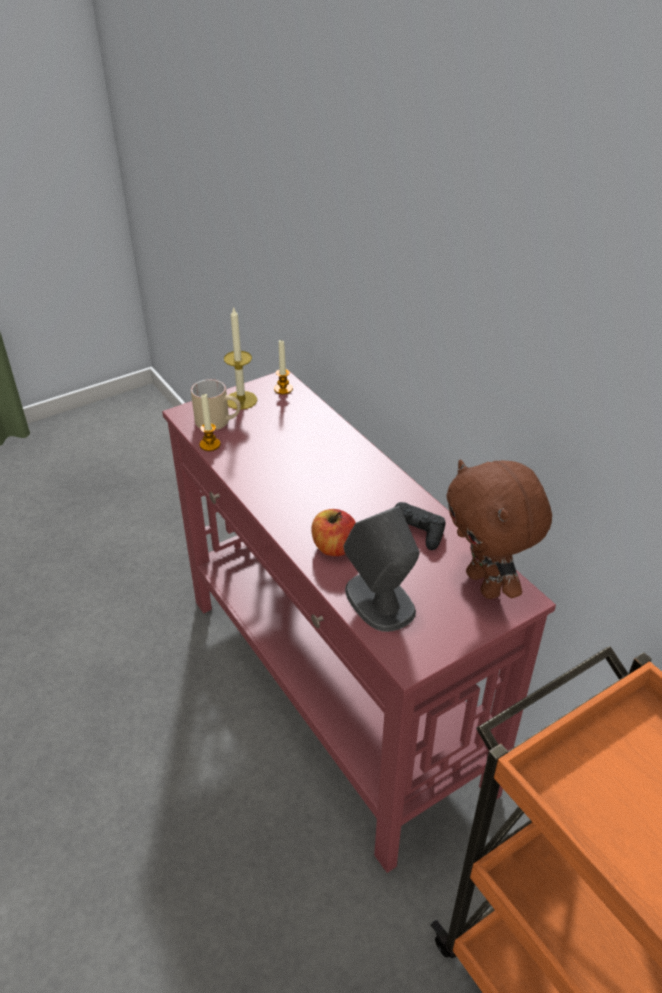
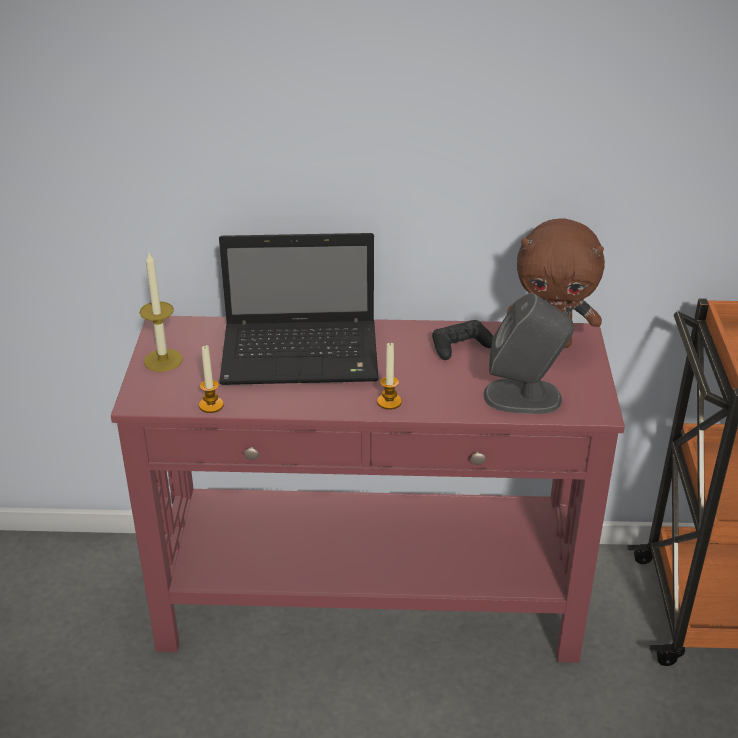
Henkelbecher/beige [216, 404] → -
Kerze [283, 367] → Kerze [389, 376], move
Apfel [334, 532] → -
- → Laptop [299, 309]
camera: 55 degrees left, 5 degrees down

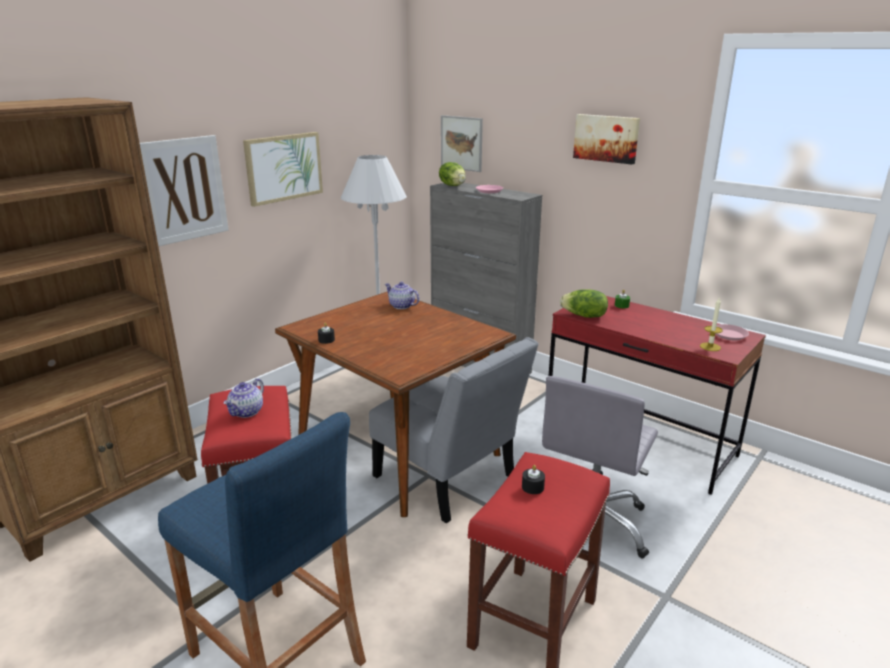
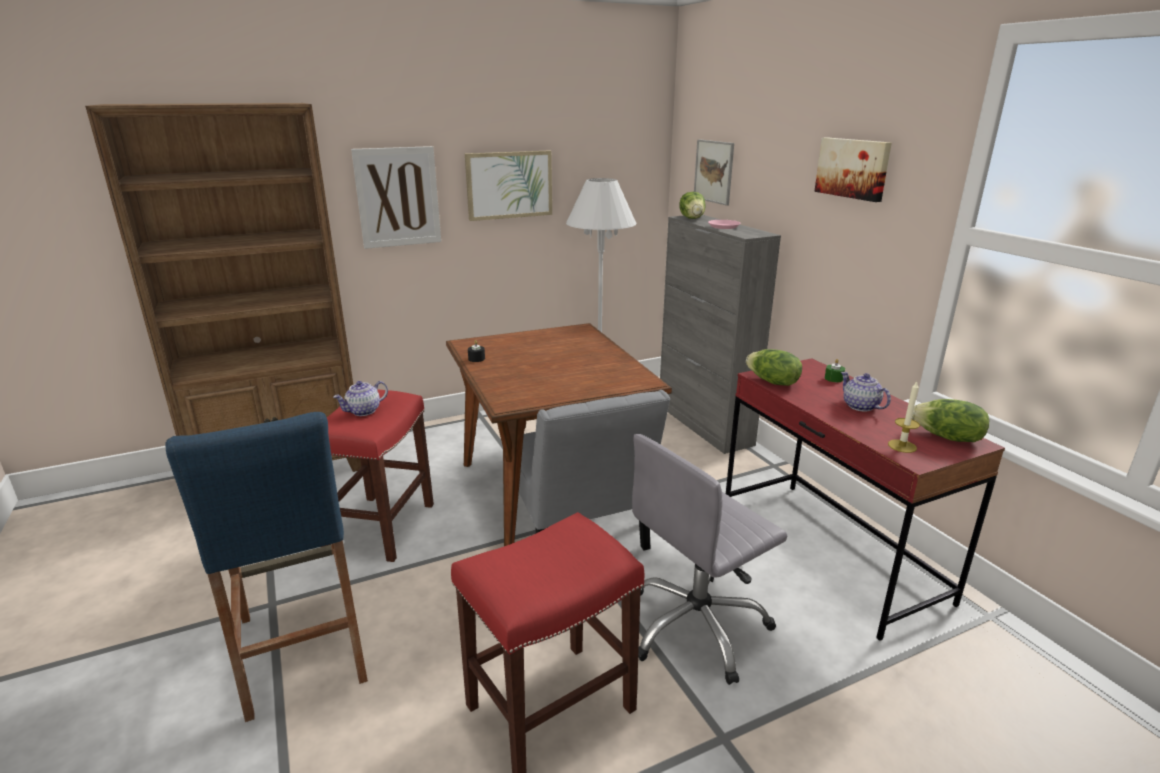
Teekanne [402, 295] → Teekanne [866, 392], move
Kerze/schwarz [533, 479] → -
Teller/rosa [732, 332] → Salatkopf [950, 420]
camera: 25 degrees right, 0 degrees up

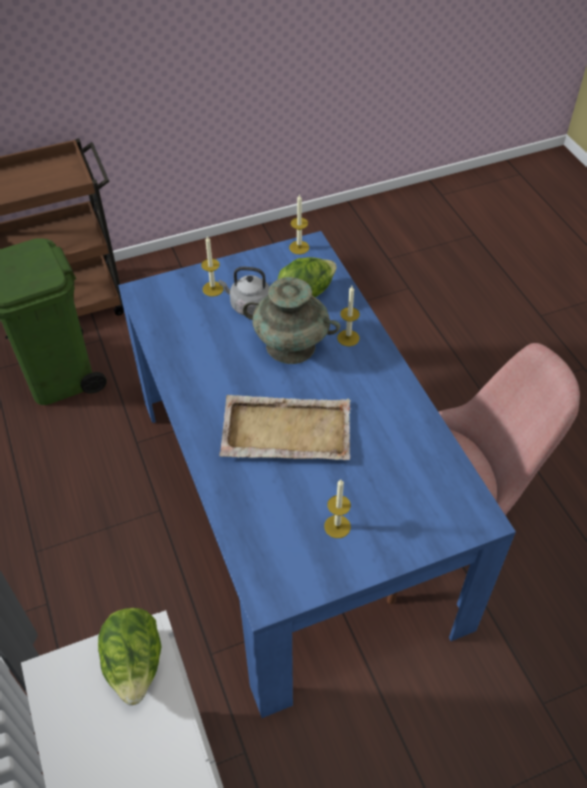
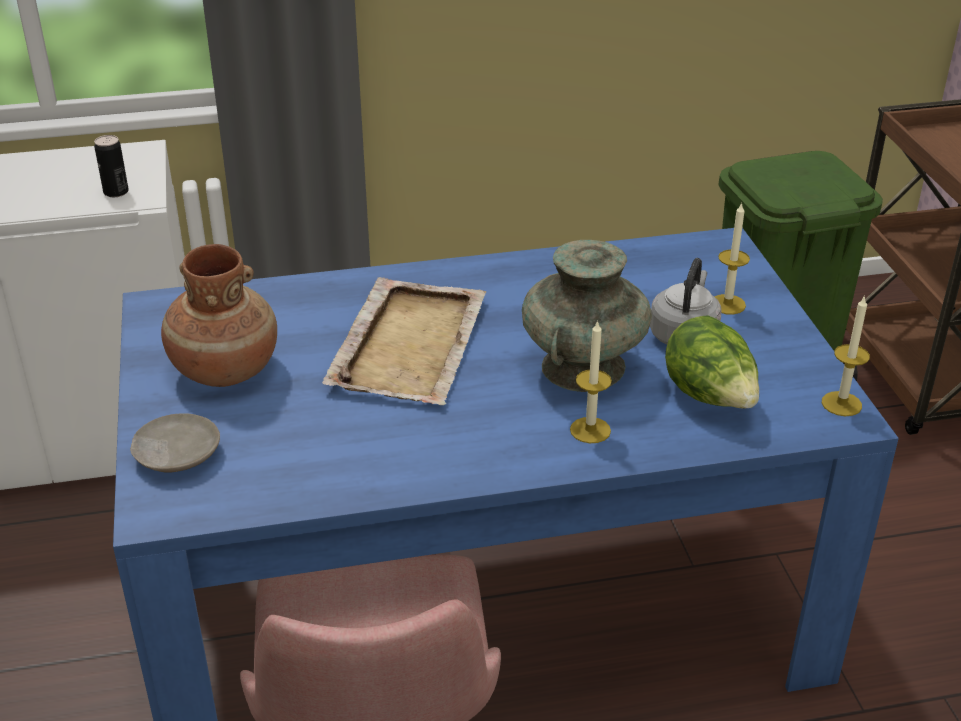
Salatkopf [129, 656] → Dose [111, 166]
Kerze [337, 508] → Vase/braun [219, 315]
- → Teller/beige [175, 443]
camera: 100 degrees right, 15 degrees down

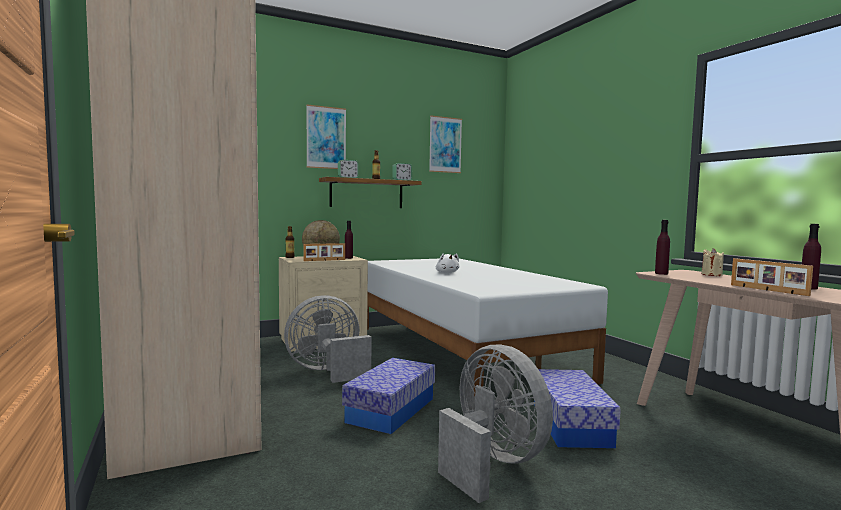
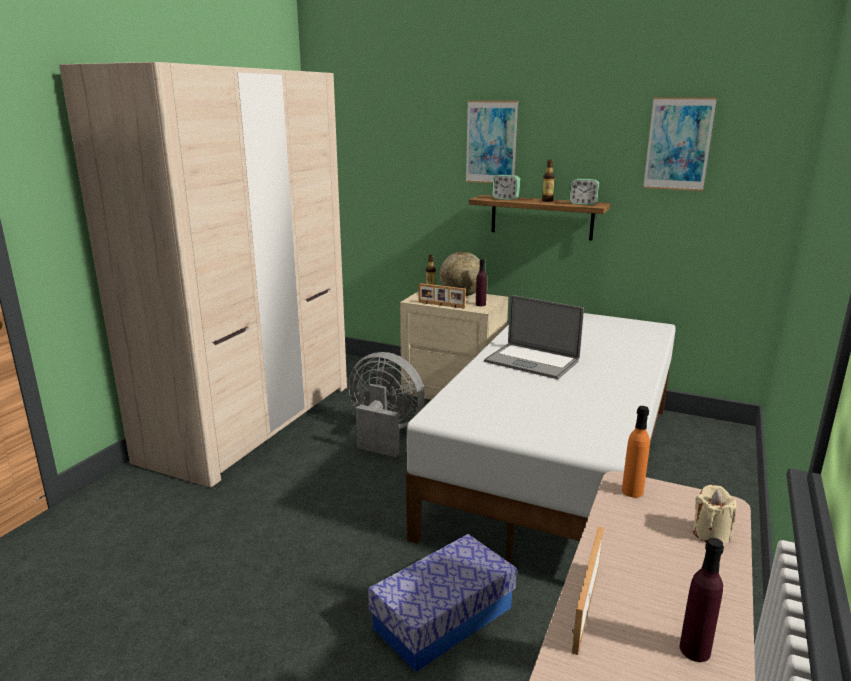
Aufbewahrungsbox [388, 396] → -
Plüschtier/weiß [447, 263] → Laptop [534, 337]
Ventilator/grau [495, 424] → -
Flasche/lila [662, 247] → Flasche/orange [636, 452]
camera: 50 degrees right, 15 degrees up

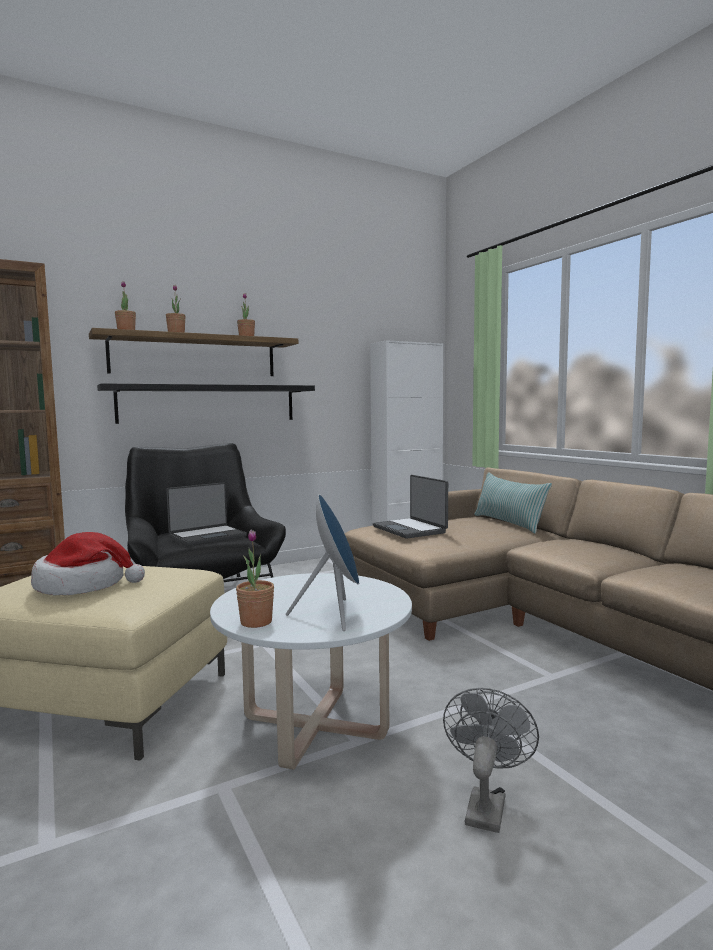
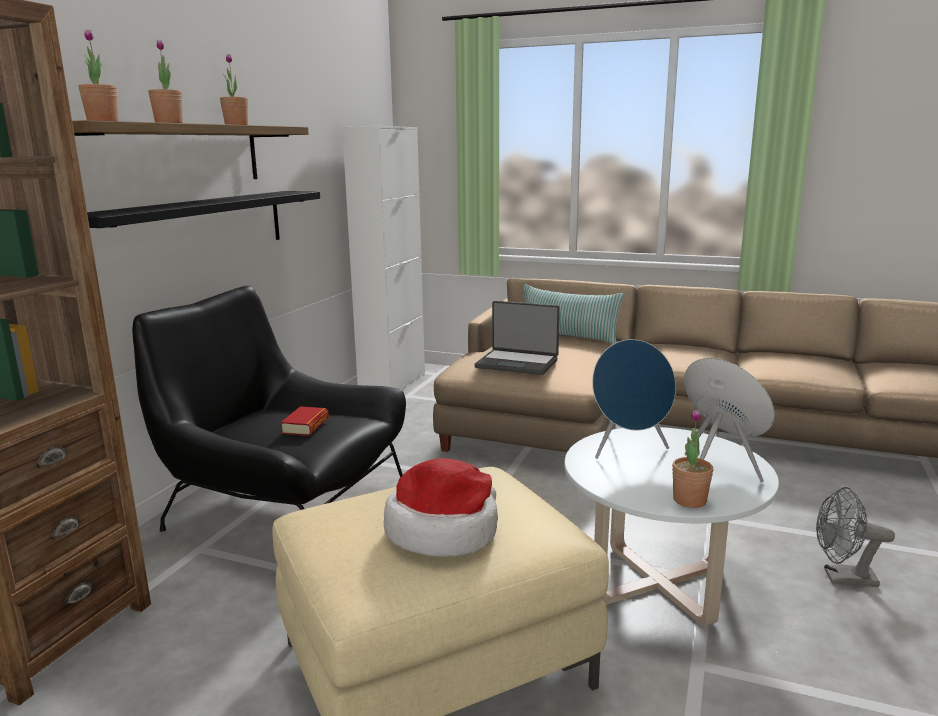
Laptop [206, 514] → Buch [305, 421]
Ventilator/grau [491, 760] → Ventilator/grau [855, 537], 60 degrees counterclockwise
- → Lautsprecher/blau [634, 399]
camera: 40 degrees left, 10 degrees up

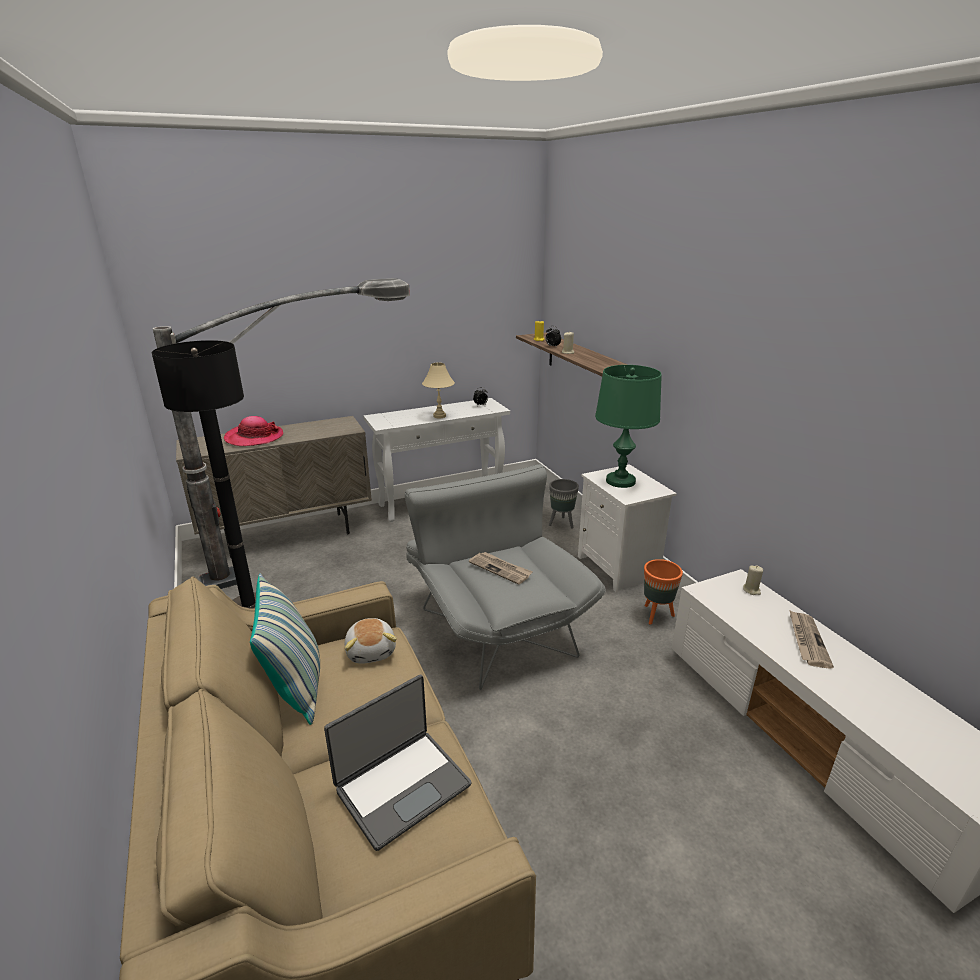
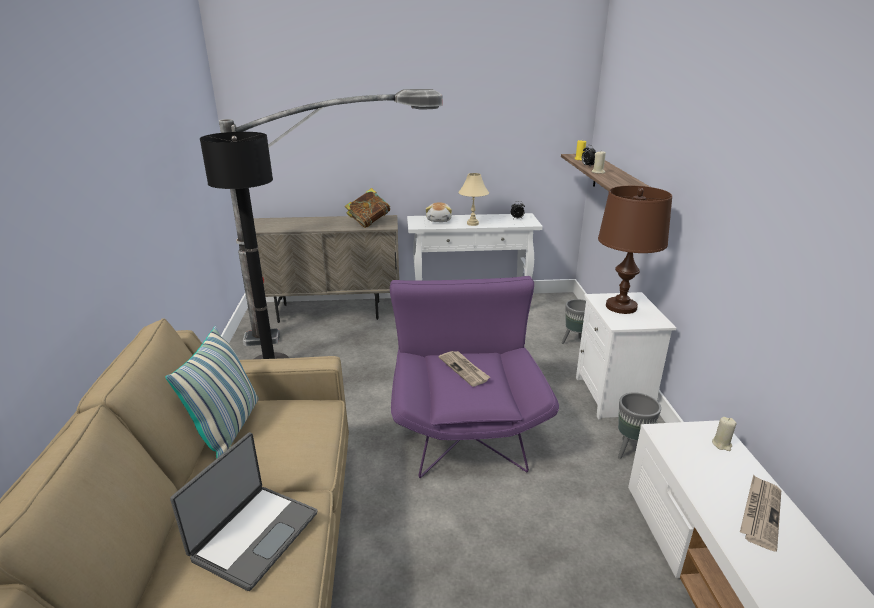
Hut [254, 431] → -
Laptop [398, 762] → Laptop [244, 511], 45 degrees counterclockwise
Plüschtier [371, 641] → Plüschtier [438, 212], move
Sessel/grau [505, 577] → Sessel/lila [474, 377]
Tischlampe/grün [628, 426] → Tischlampe/braun [635, 250]
Pflanzkübel/orange [663, 592] → Pflanzkübel/grau [639, 425]
- → Buch [368, 208]
camera: 20 degrees right, 0 degrees up

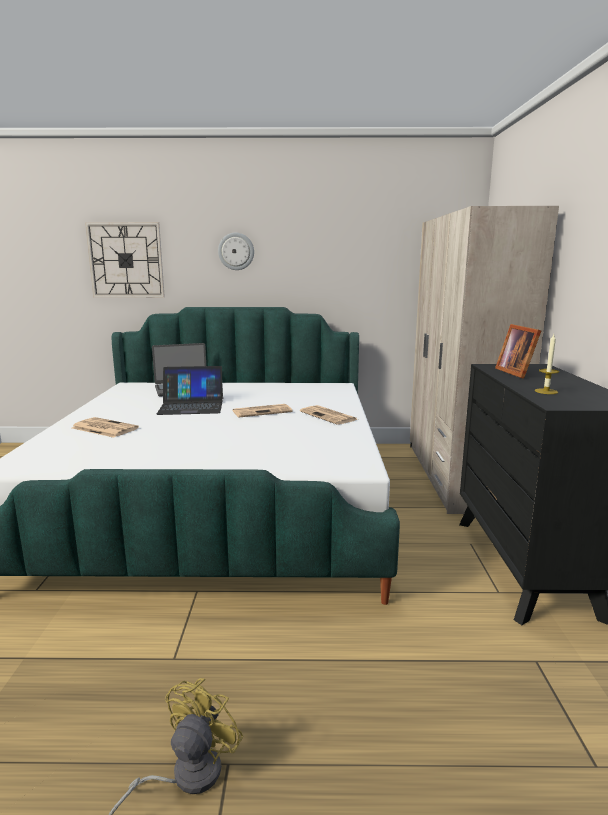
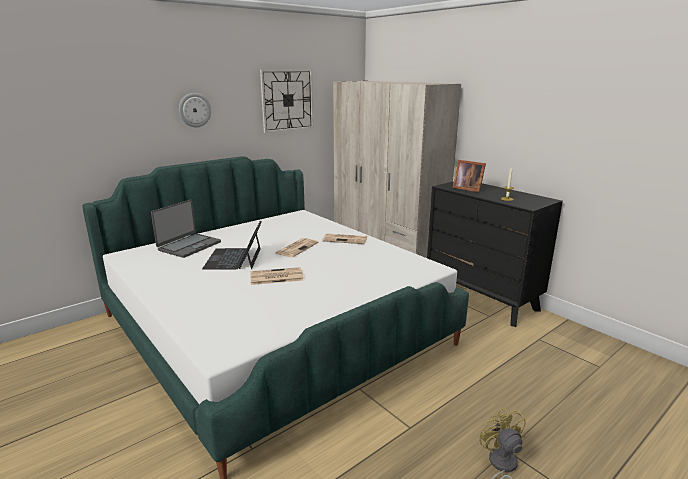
Zeitung [105, 427] → Zeitung [276, 276], move
Wanduhr [125, 259] → Wanduhr [287, 101], move
Laptop [189, 390] → Laptop [232, 245], 135 degrees clockwise
camera: 40 degrees left, 5 degrees up

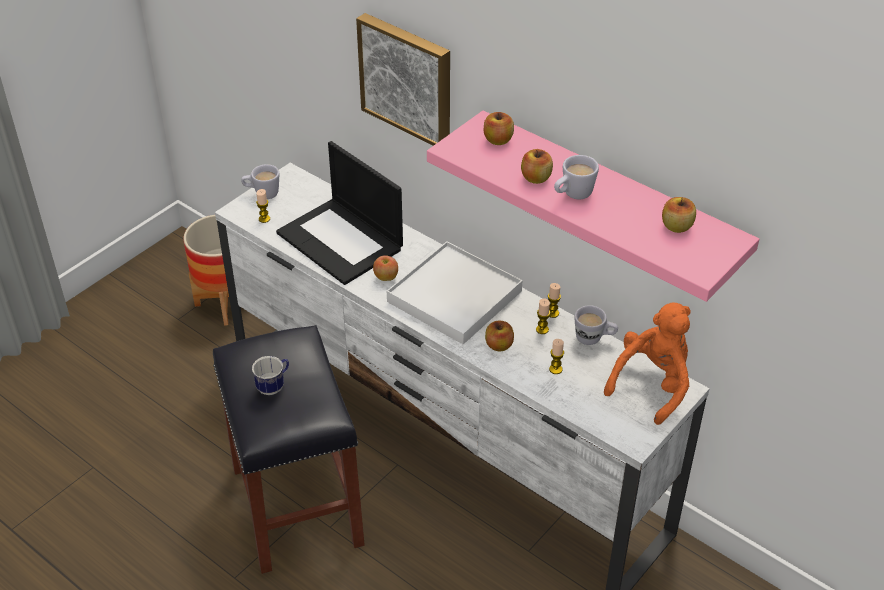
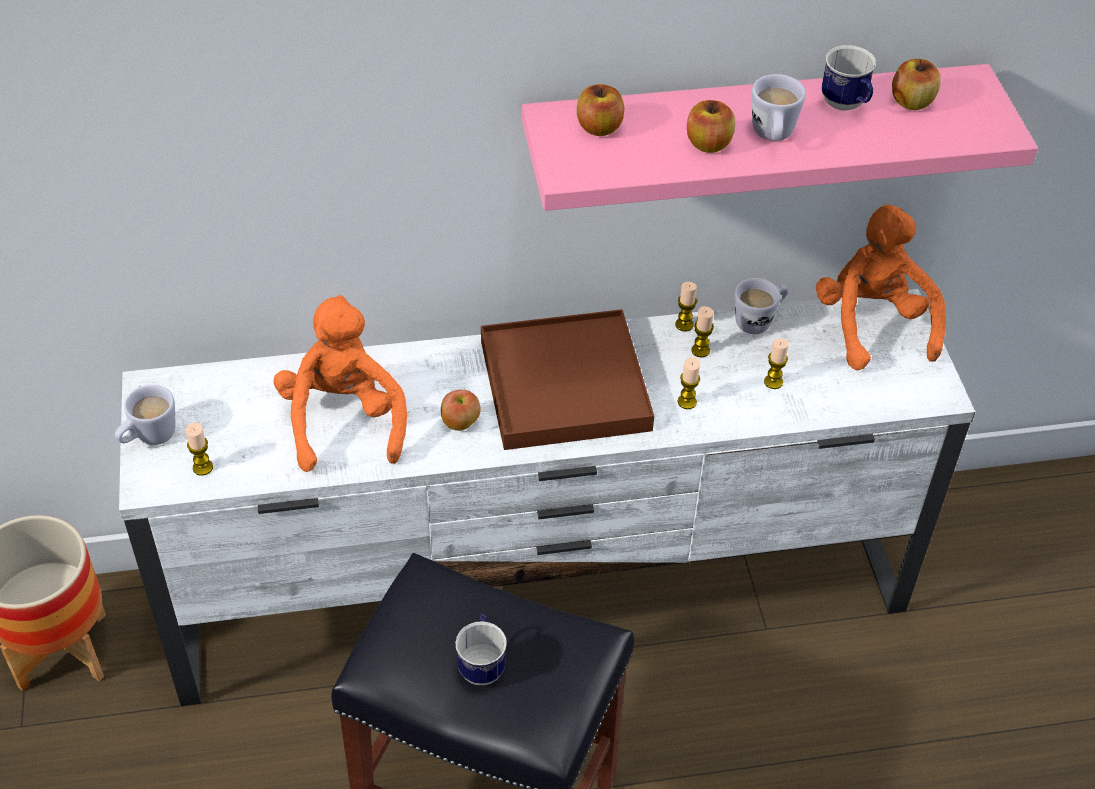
Laptop [339, 213] → Plüschtier/orange [340, 383]
Bild [403, 79] → -
Tablett/weiß [454, 293] → Tablett/braun [567, 379]
Apfel [499, 336] → Kerze [689, 383]
- → Henkelbecher [849, 78]
camera: 50 degrees left, 5 degrees up

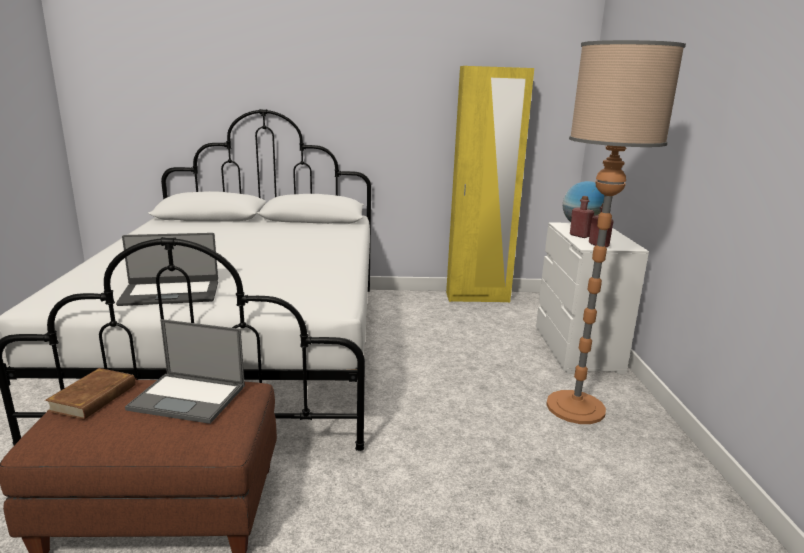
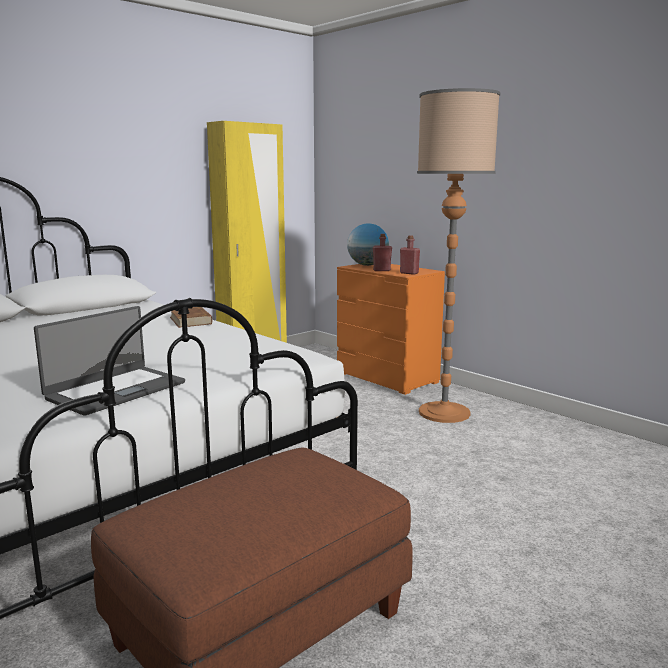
Buch/braun [91, 394] → Buch/braun [191, 317], move
Laptop [185, 371] → -
Kommode/weiß [592, 298] → Kommode/orange [391, 329]
camera: 40 degrees left, 5 degrees down

